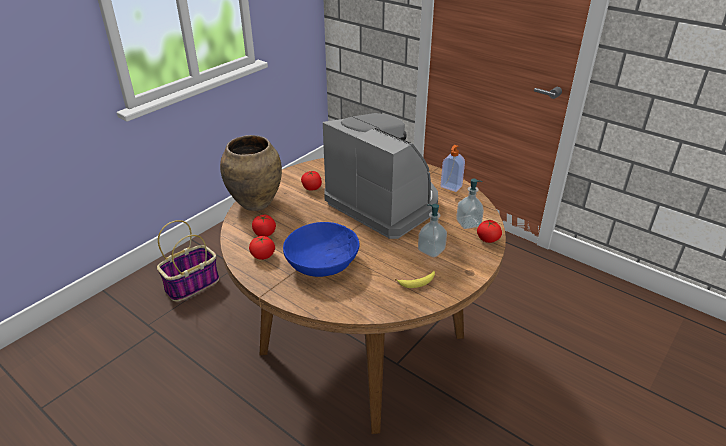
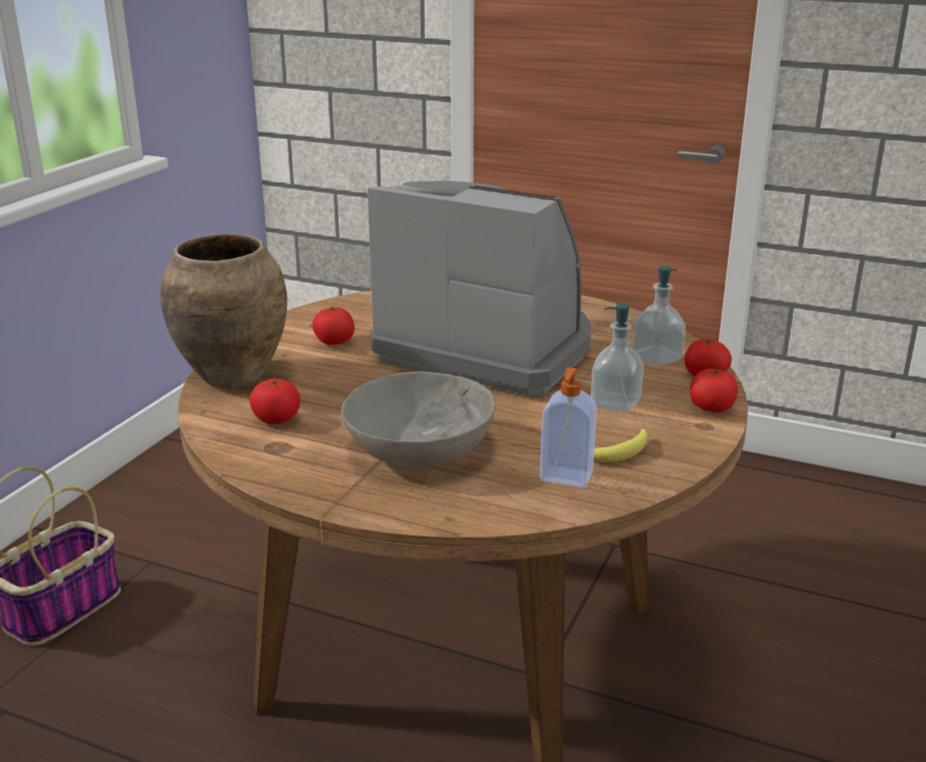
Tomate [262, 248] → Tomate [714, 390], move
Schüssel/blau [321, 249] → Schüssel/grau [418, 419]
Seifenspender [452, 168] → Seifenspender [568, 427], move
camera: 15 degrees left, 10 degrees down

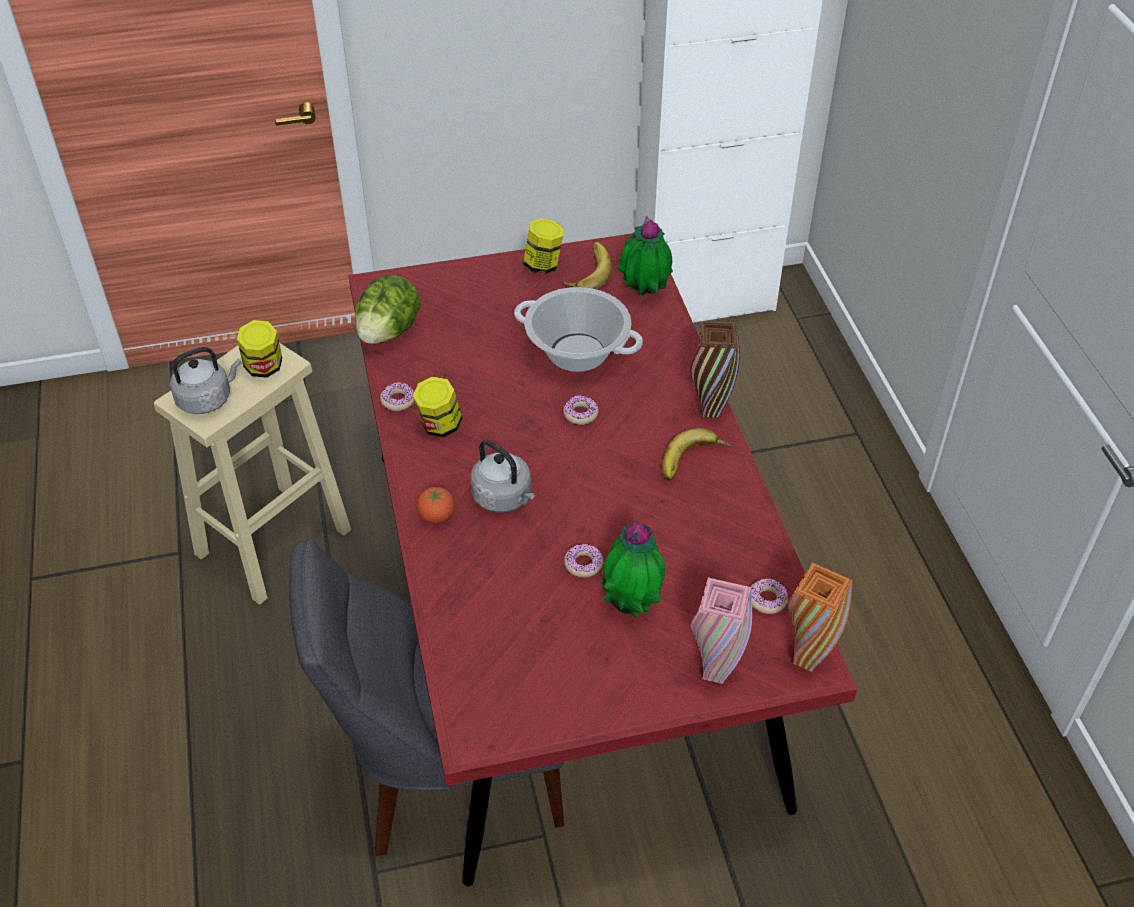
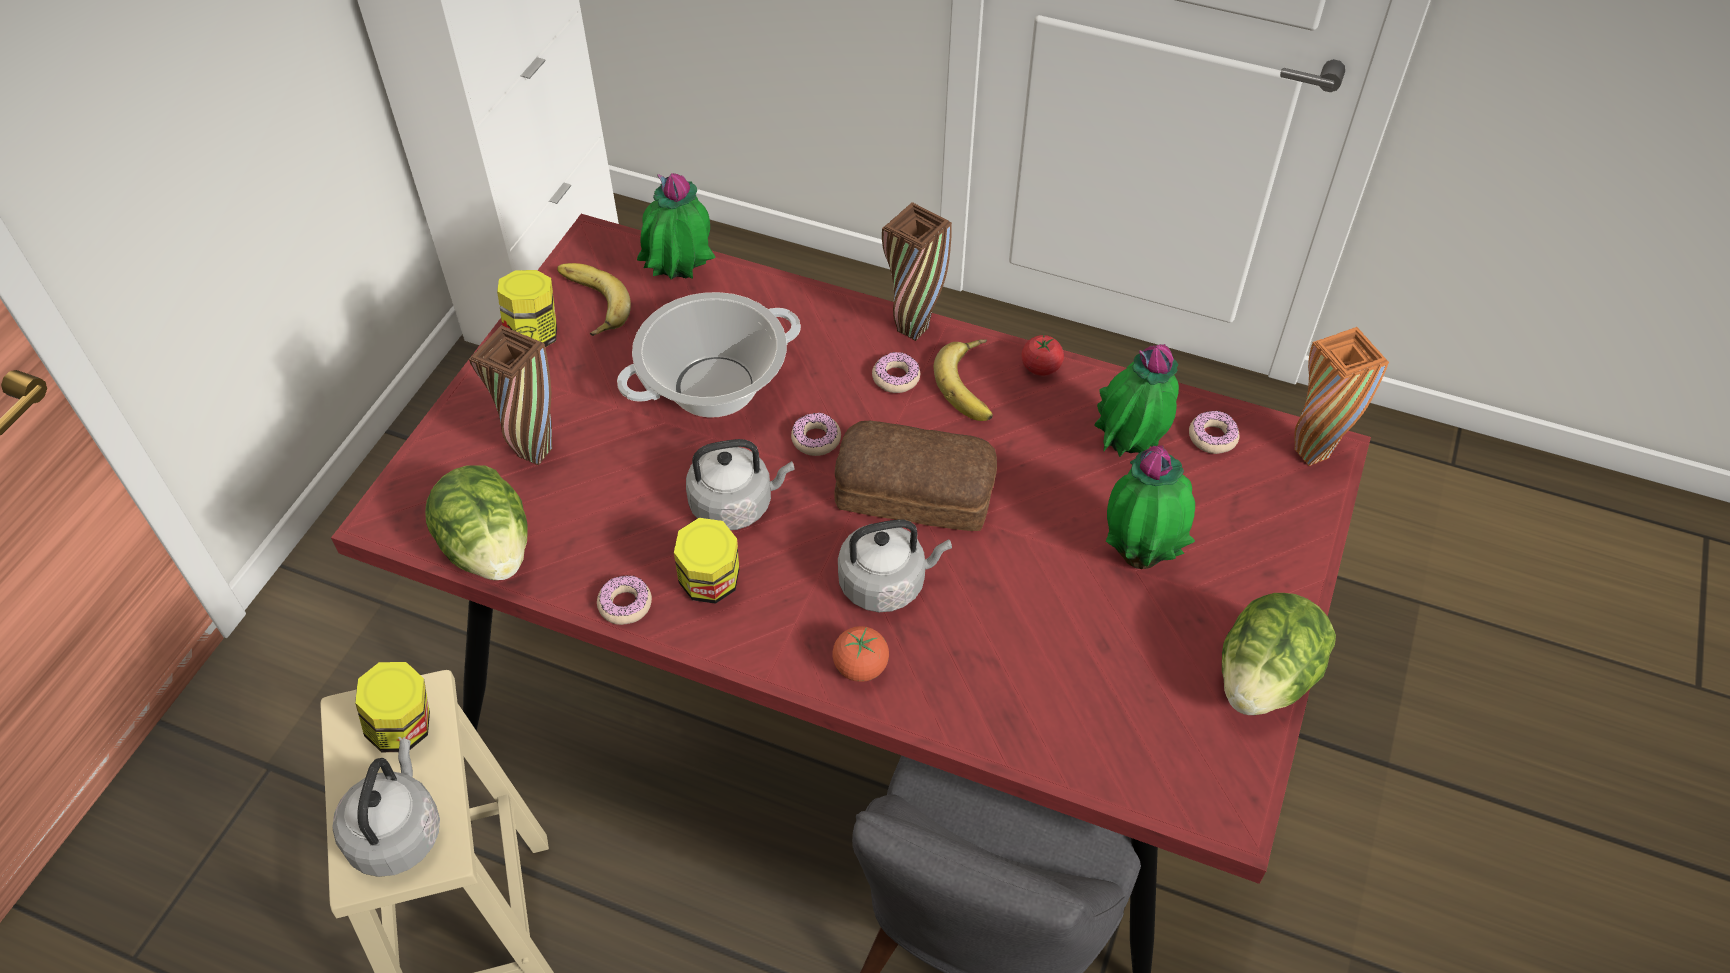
Donut [583, 561] → Donut [896, 372], move
Vase/rosa [721, 630] → -
- → Vase/braun [511, 395]
- → Wasserkessel/grau [740, 484]
- → Brot [915, 476]
- → Tomate [1042, 355]
- → Topfpflanze [1136, 400]
- → Salatkopf [1279, 654]
camera: 55 degrees left, 5 degrees up

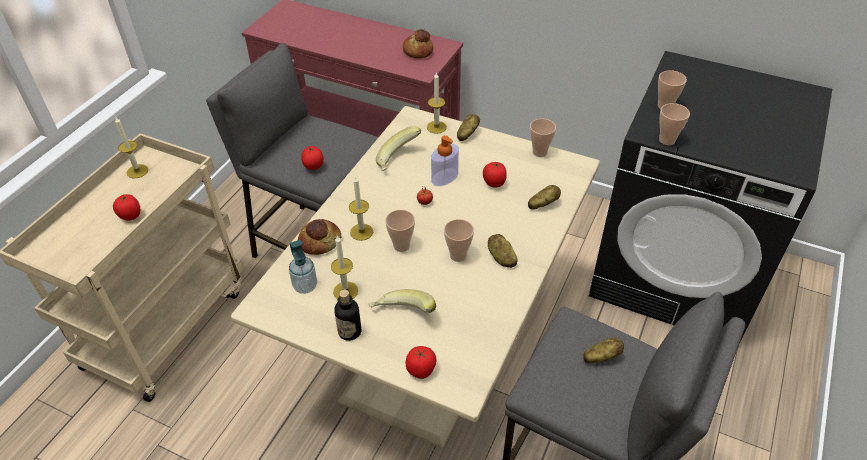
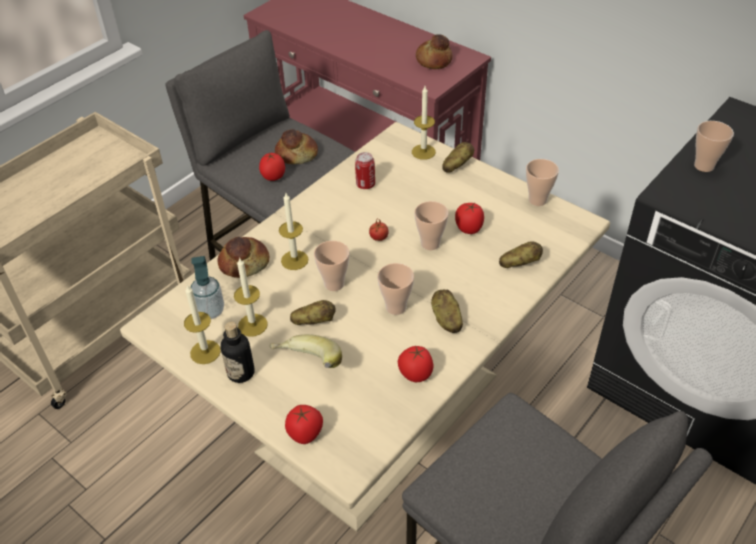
Tomate [126, 207] → Tomate [415, 364], move
Kerze [131, 147] → Kerze [202, 324], move
Banane [398, 148] → Dose [365, 170]
Seifenspender [445, 160] → -
Kartoffel [603, 351] → Kartoffel [313, 312], move
Tasse [674, 124] → Tasse [431, 225], move
- → Brot [296, 146]
camera: 15 degrees right, 0 degrees up

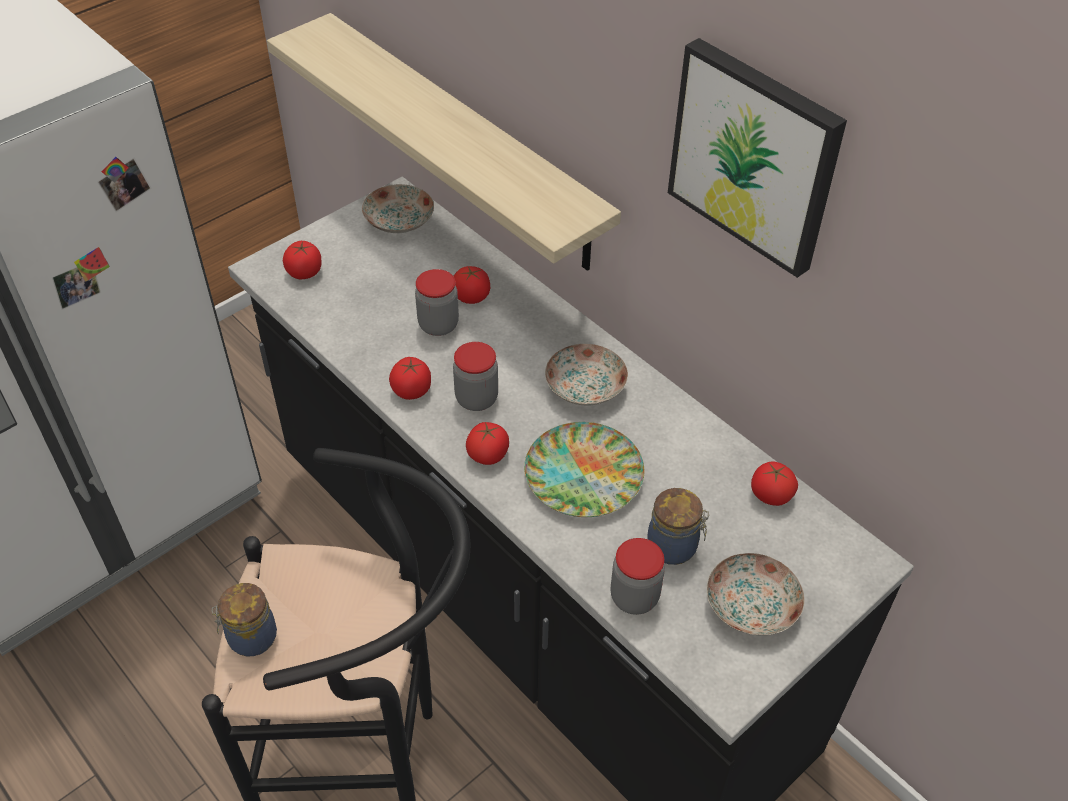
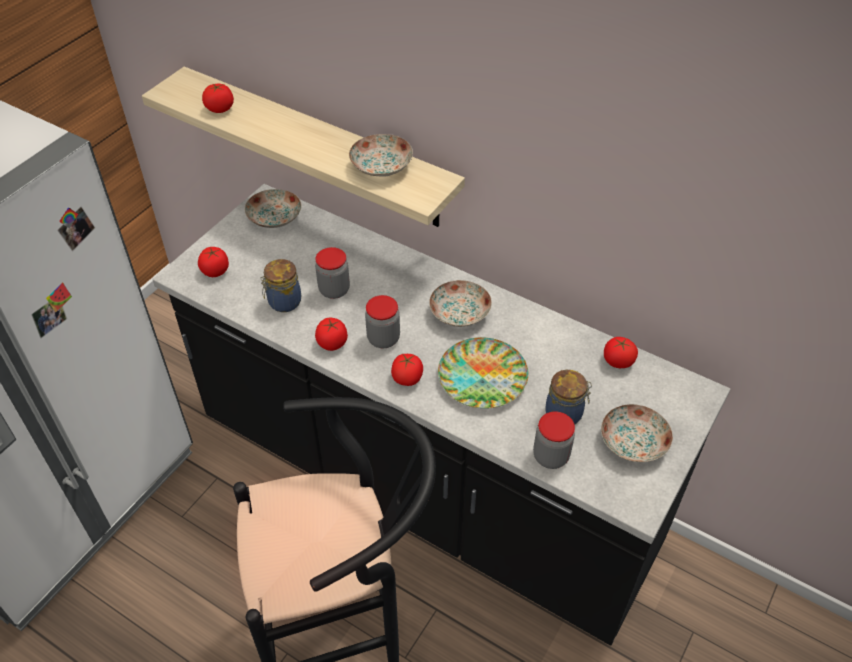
Vorratsglas [244, 619] → Vorratsglas [280, 285], move
Tomate [472, 285] → Tomate [218, 98], move
Bild [757, 158] → -
- → Teller [381, 155]
camera: 15 degrees left, 0 degrees up

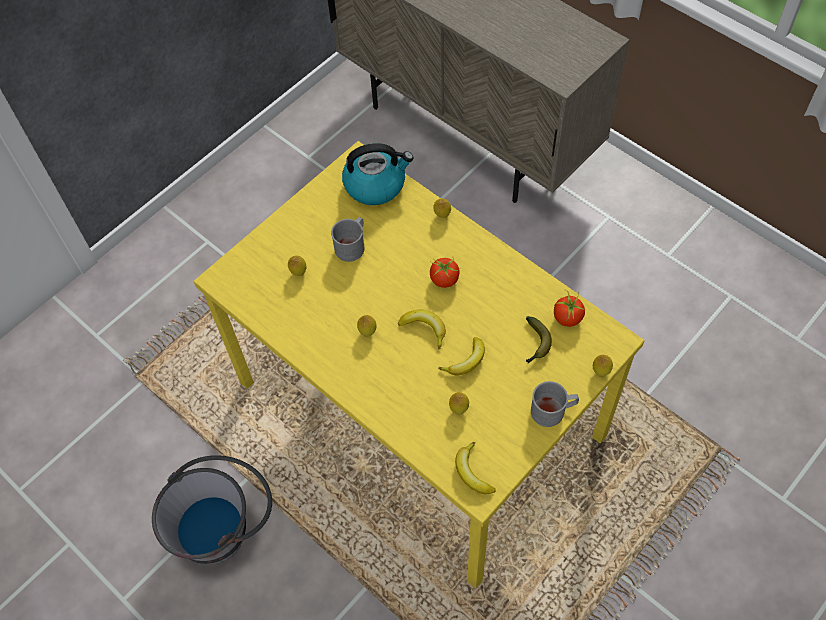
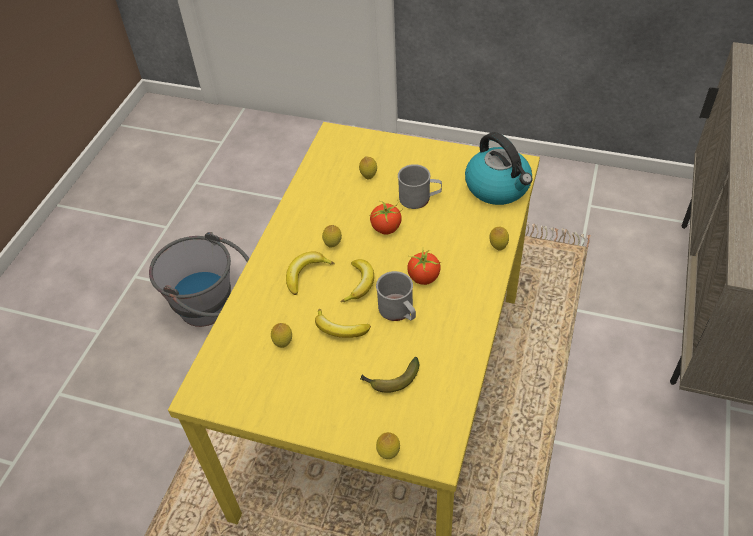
Banane [475, 468] → Banane [310, 273], move
Henkelbecher/grau [555, 404] → Henkelbecher/grau [396, 296], move
Tomate [570, 308] → Tomate [386, 217], move
camera: 65 degrees right, 10 degrees down

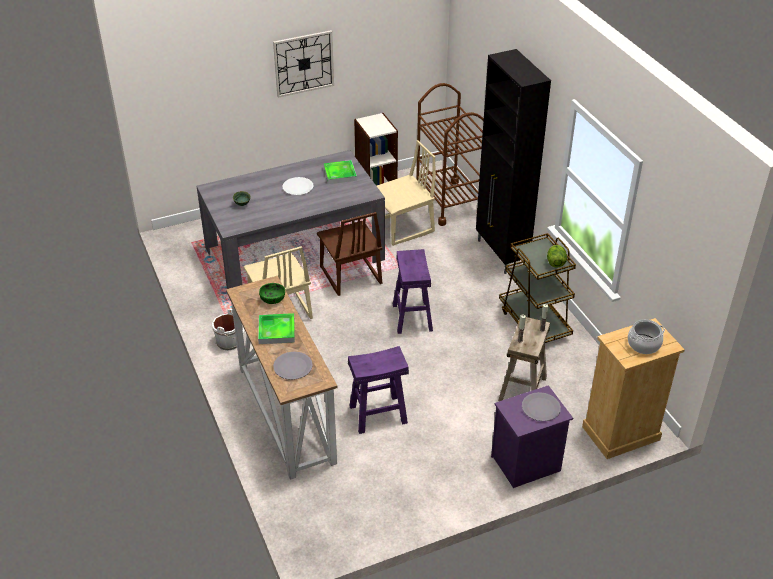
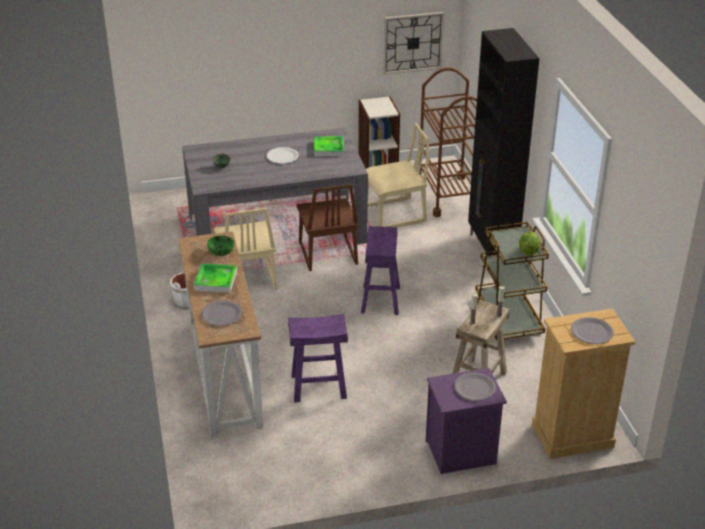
Wanduhr [303, 64] → Wanduhr [413, 43], move
Kochtopf [646, 336] → Teller/grau [592, 330]
camera: 10 degrees right, 5 degrees down

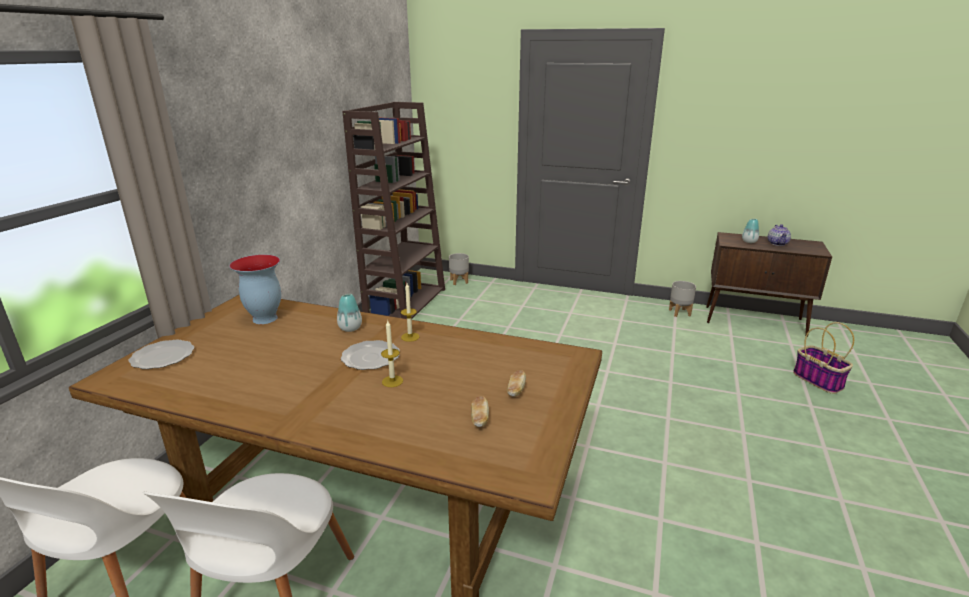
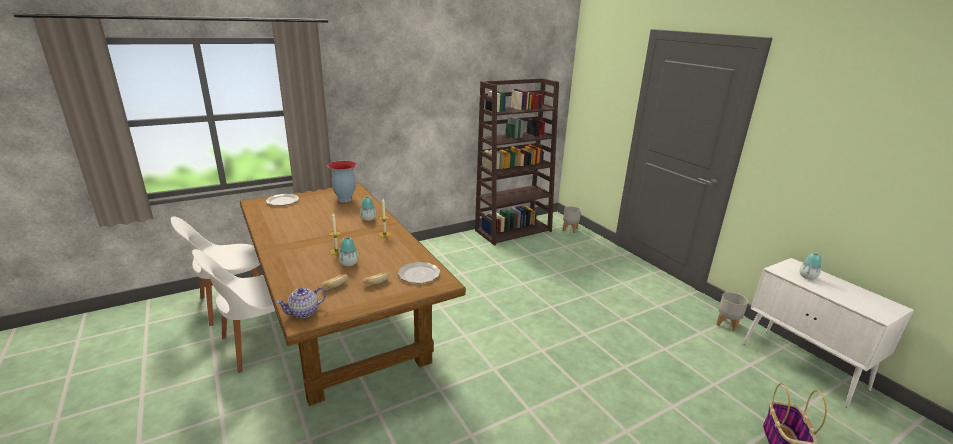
Teller [370, 355] → Teller [419, 273], move
Schrank/braun [769, 284] → Schrank/weiß [828, 333]
Teekanne [779, 235] → Teekanne [301, 302], move
- → Vase [348, 251]
camera: 40 degrees right, 0 degrees up

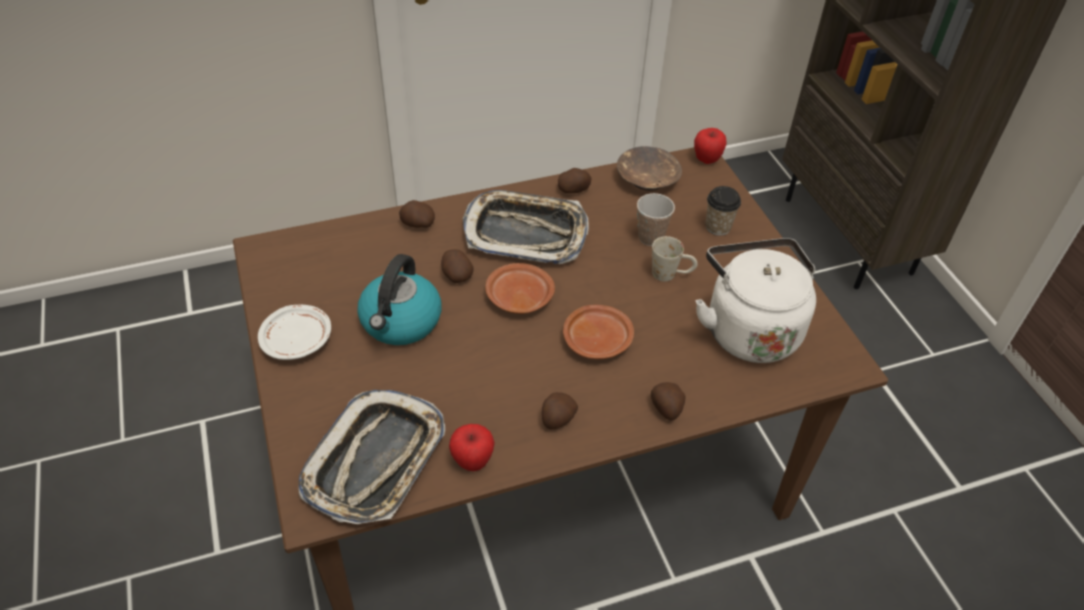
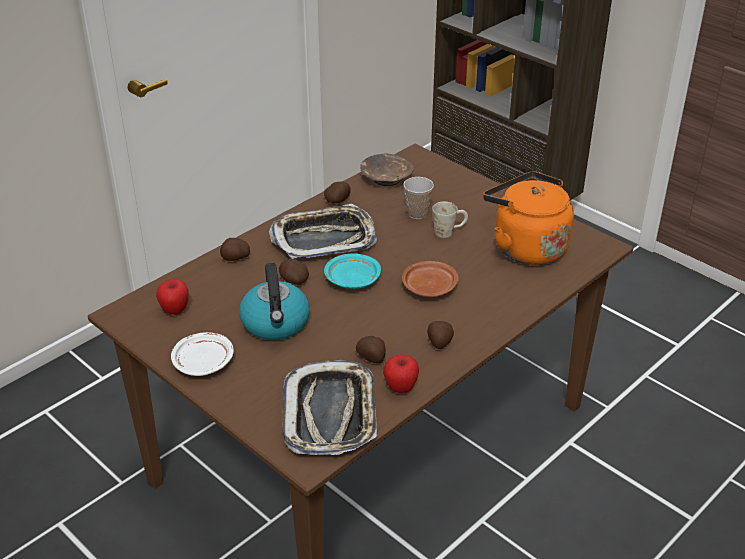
Teller/braun [520, 288] → Teller/türkis [352, 271]
Kartoffel [668, 401] → Kartoffel [371, 349], move
Apfel [710, 146] → Apfel [172, 297], move
Wasserkessel/weiß [756, 300] → Wasserkessel/orange [528, 218]
Tasse [723, 211] → -
camera: 25 degrees left, 10 degrees down

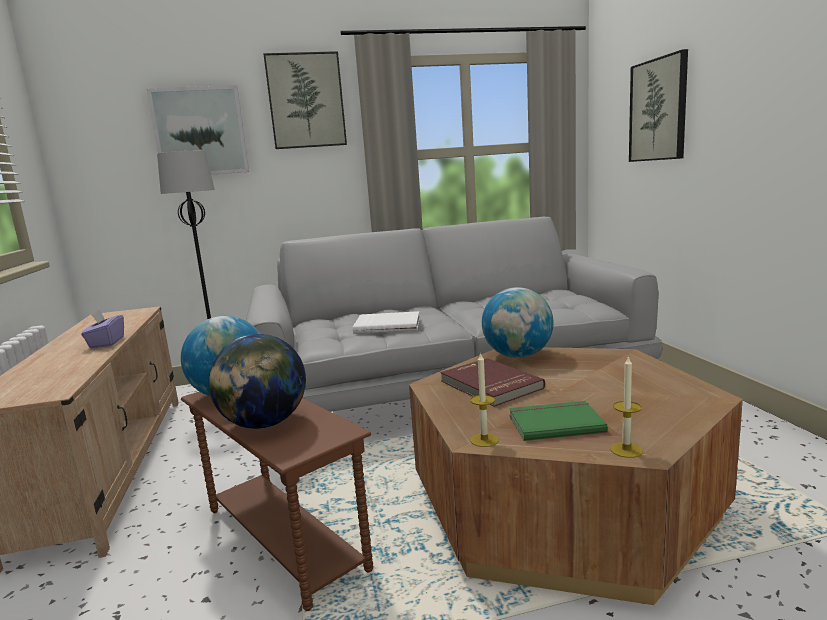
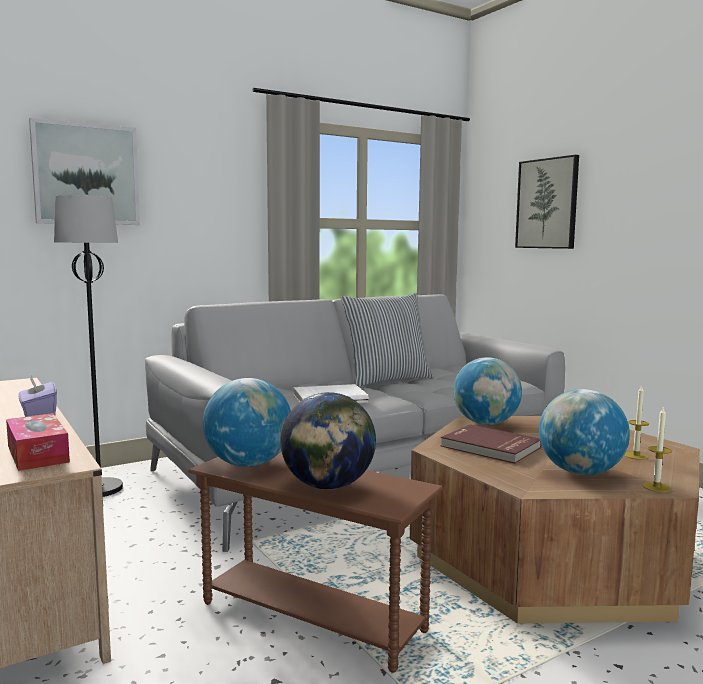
Bild [305, 100] → -
Kerze [484, 399] → Kerze [636, 422], move
Buch/grün [558, 421] → Globus [584, 432]
- → Taschentuchbox [38, 442]
- → Kissen [387, 340]
camera: 20 degrees left, 5 degrees down

